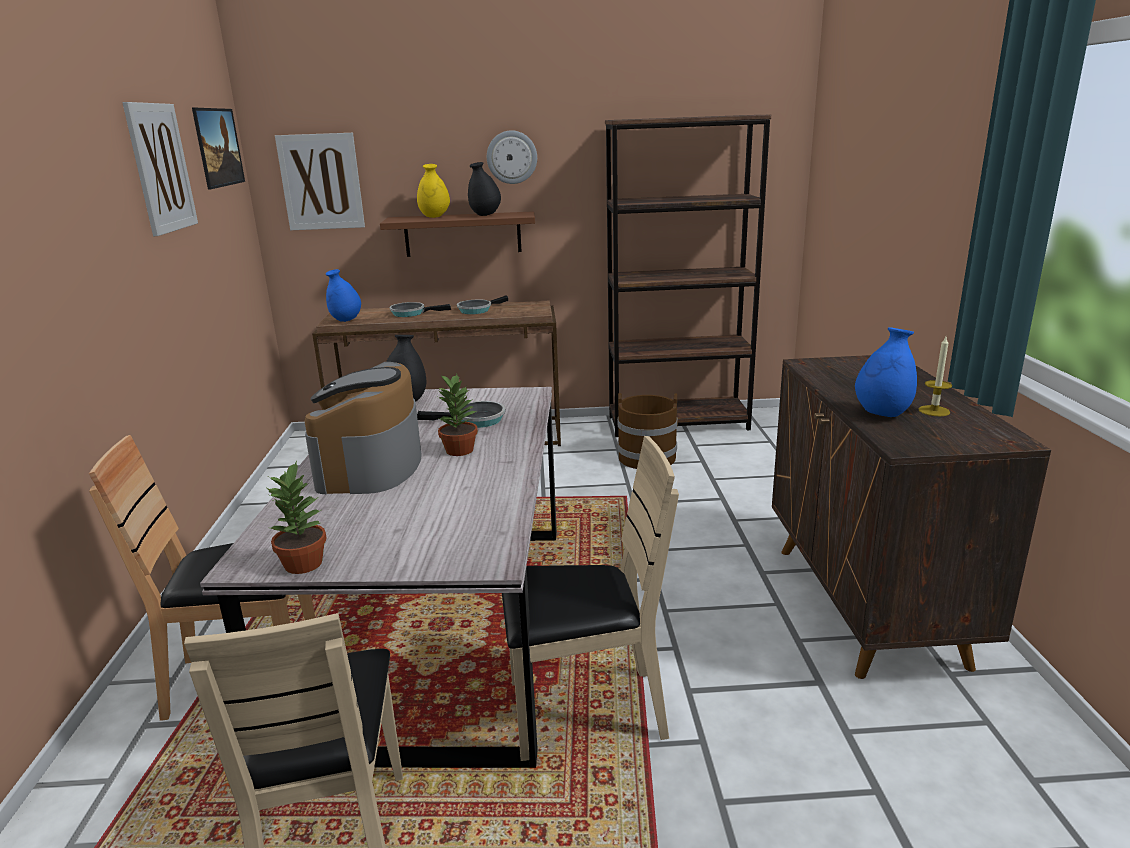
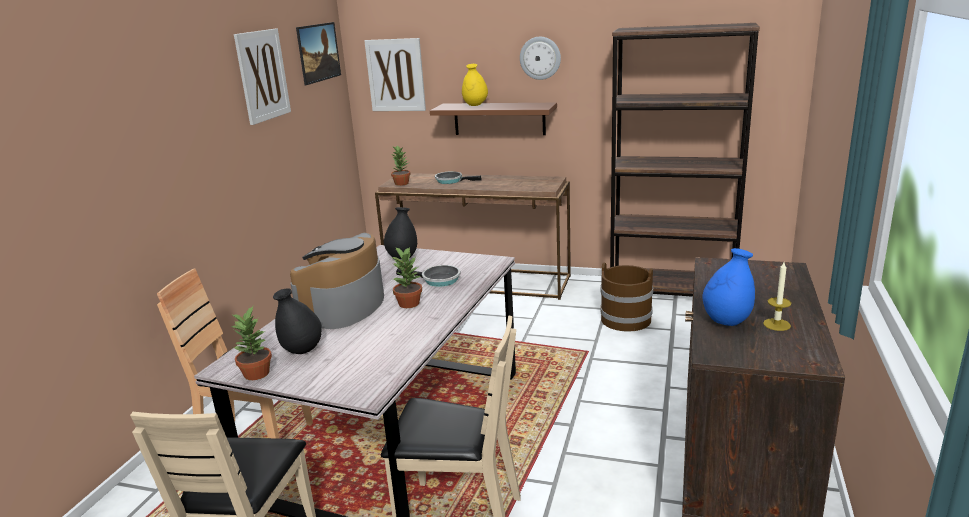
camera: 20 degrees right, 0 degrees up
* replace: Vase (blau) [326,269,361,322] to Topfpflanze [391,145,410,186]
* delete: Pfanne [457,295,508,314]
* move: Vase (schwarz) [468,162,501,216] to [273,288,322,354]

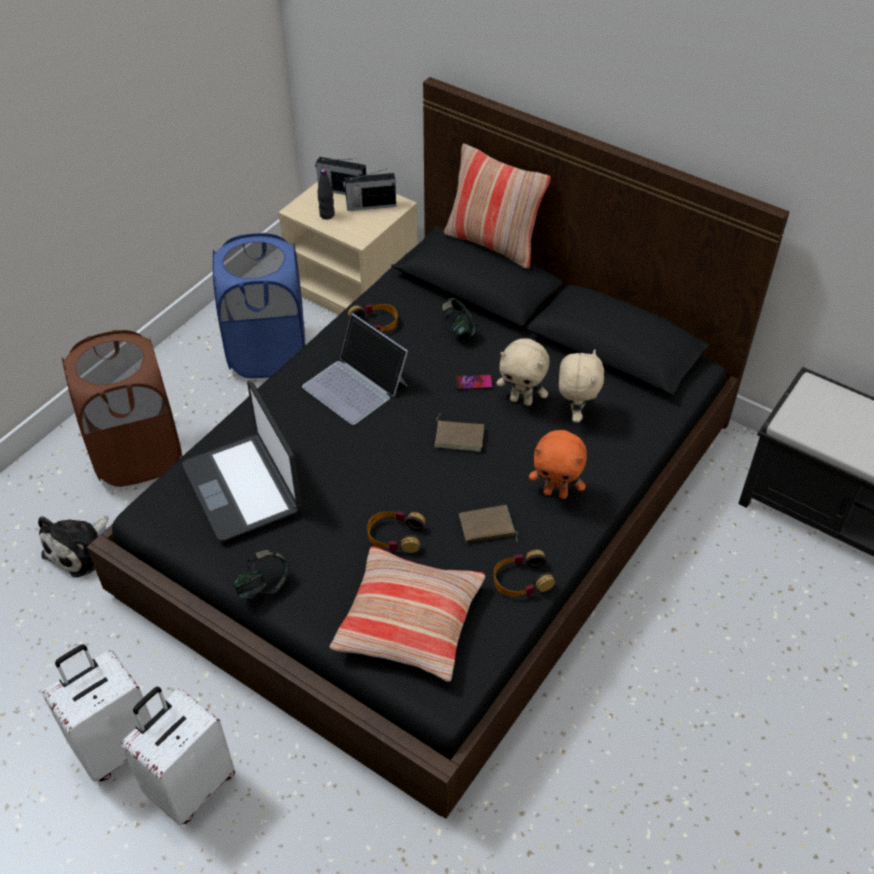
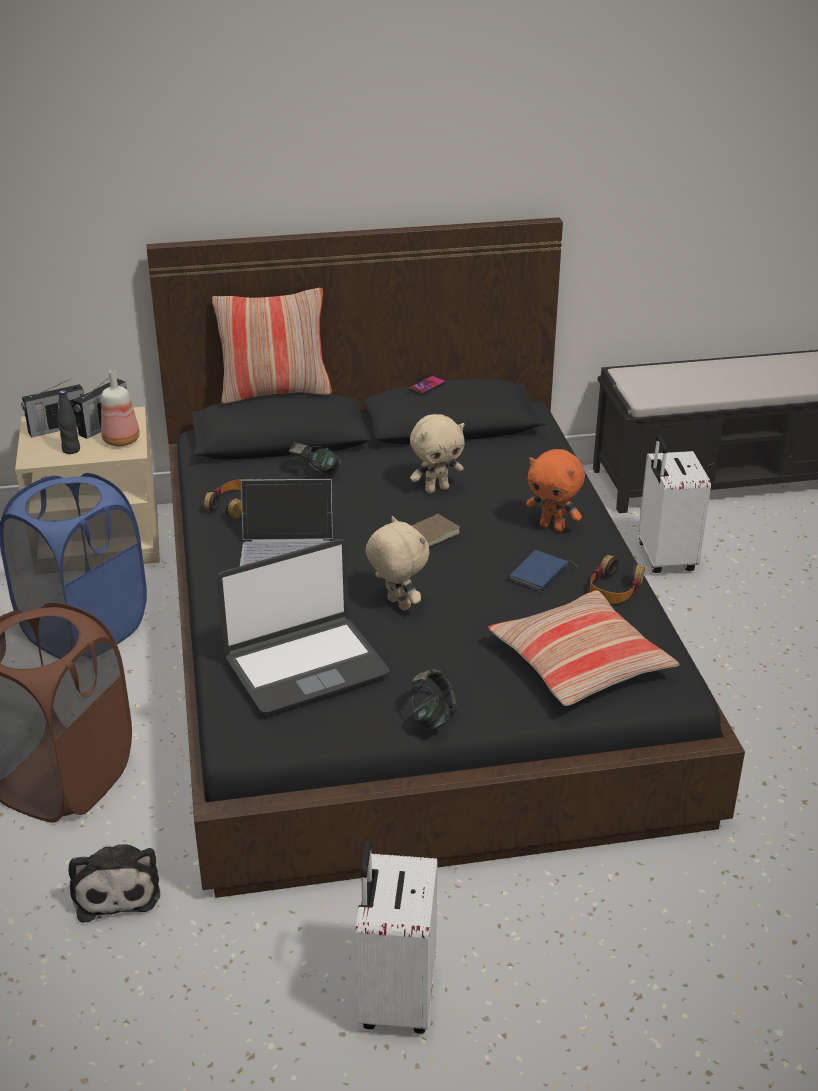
camera: 45 degrees left, 15 degrees down
* move: Koffer (weiß) [121,687,235,825] to [638,435,711,573]
* rotate: Laptop [183,381,302,542] = [217,539,389,715] 45 degrees counterclockwise
* delete: Kopfhörer [367,511,426,553]
* move: Handy [455,374,493,390] to [409,376,446,395]
* recolor: Buch (braun) [459,505,518,543] to Buch (blau) [510,550,578,591]
* rotate: Plüschtier (orange) [529,430,587,499] = [526,449,585,532] 60 degrees clockwise
* move: Plüschtier (beige) [559,349,604,422] to [365,516,430,611]
* insert: Flasche [101,370,140,446]

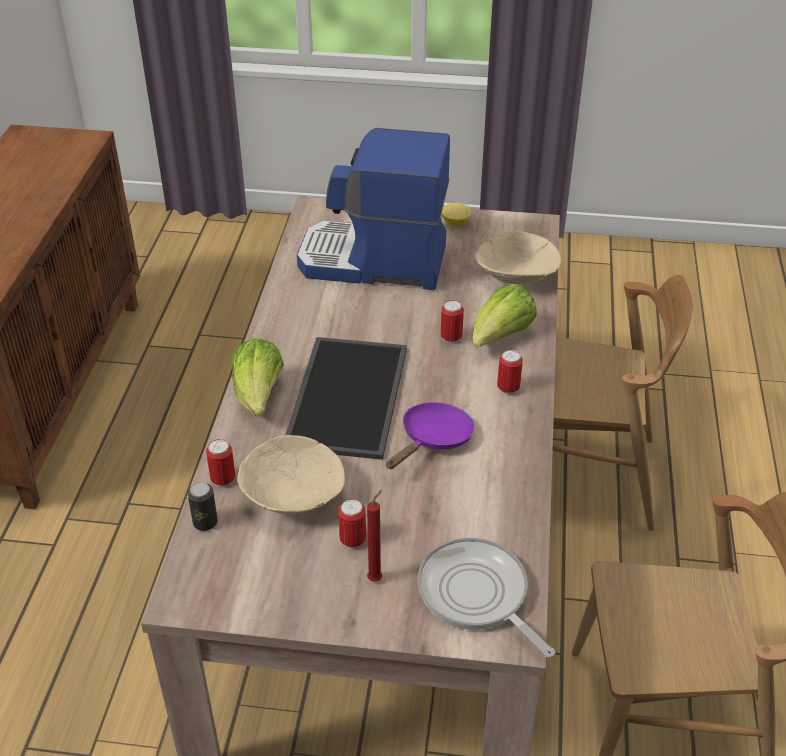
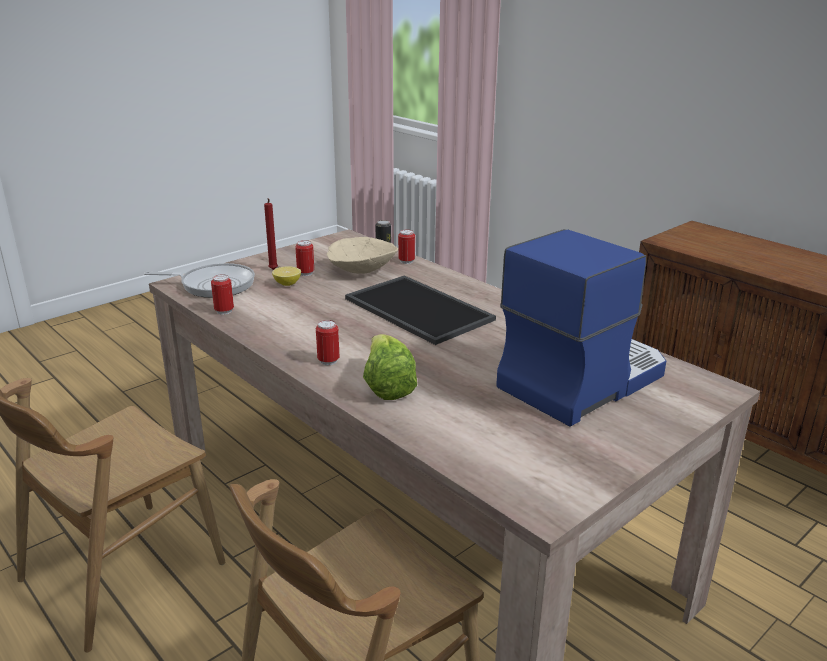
camera: 130 degrees right, 15 degrees down
* delete: Salatkopf [232,338,284,416]
* delete: Pfanne (lila) [386,402,474,469]
* move: Dose [441,300,464,343] to [211,274,234,315]
* move: Zitrone [442,203,472,226] to [272,267,301,286]
* delete: Schüssel (beige) [475,231,561,284]

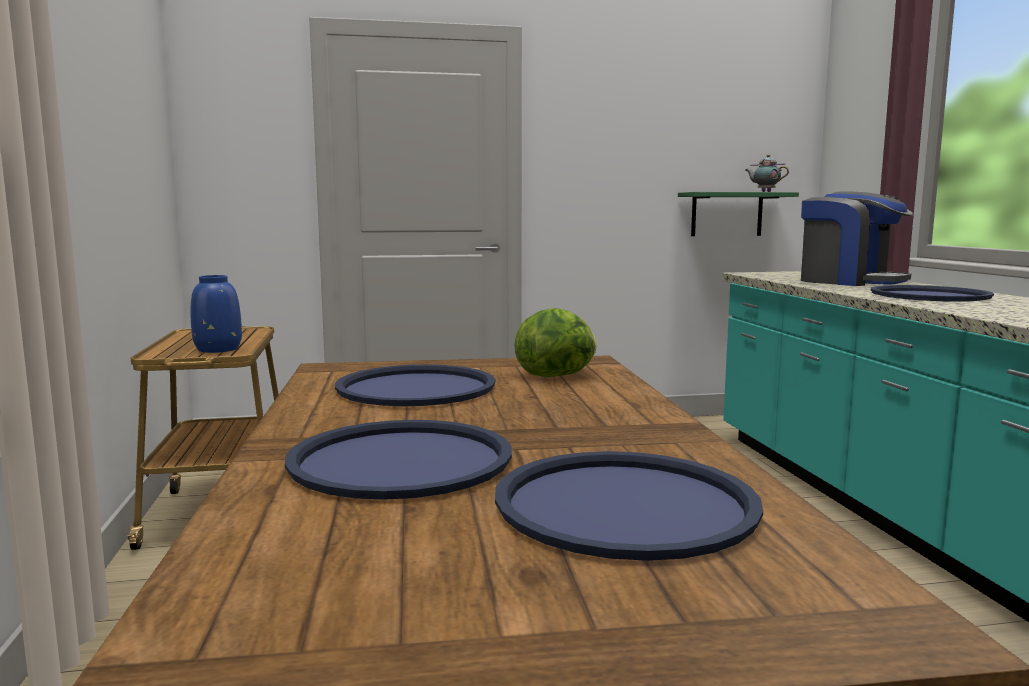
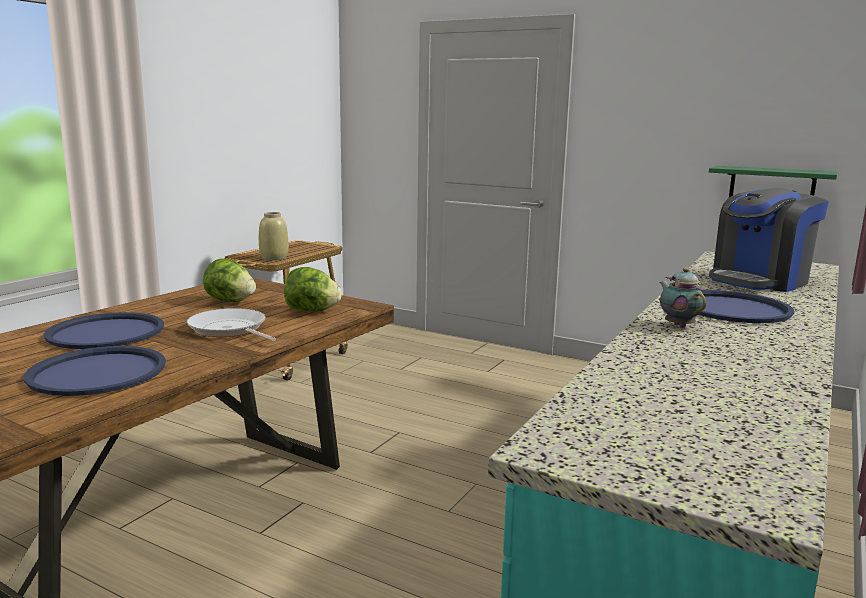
camera: 40 degrees right, 5 degrees up
* recolor: Vase (blau) [191,275,242,353] to Vase (beige) [259,212,289,260]
* replace: Tablett (blau) [335,364,495,406] to Salatkopf [203,258,256,302]
* move: Teekanne [745,154,789,192] to [659,267,706,328]
* rotate: Kaffeemaschine [801,192,913,286] = [709,188,829,292] 60 degrees clockwise
* insert: Pfanne [187,308,276,341]

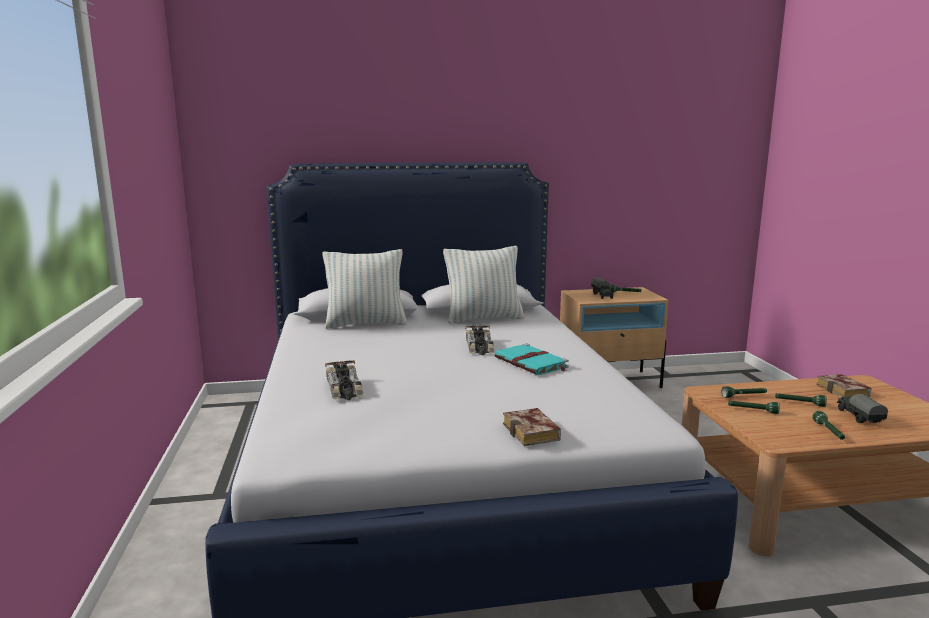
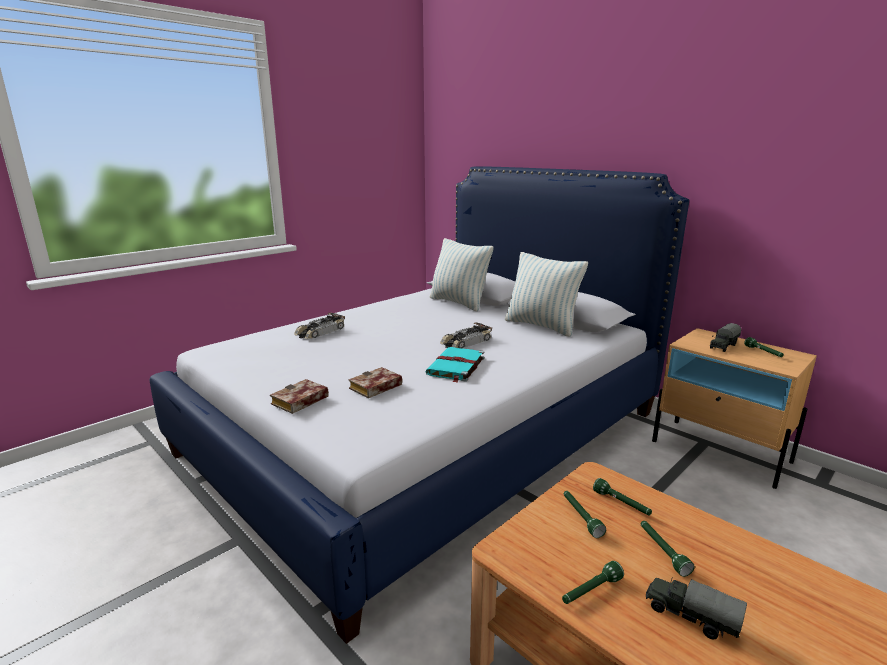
camera: 55 degrees right, 5 degrees up
* move: Buch [816,374,871,398] to [348,367,402,398]
* rotate: Spielzeuglaster [837,394,888,423] = [646,576,747,639] 105 degrees counterclockwise

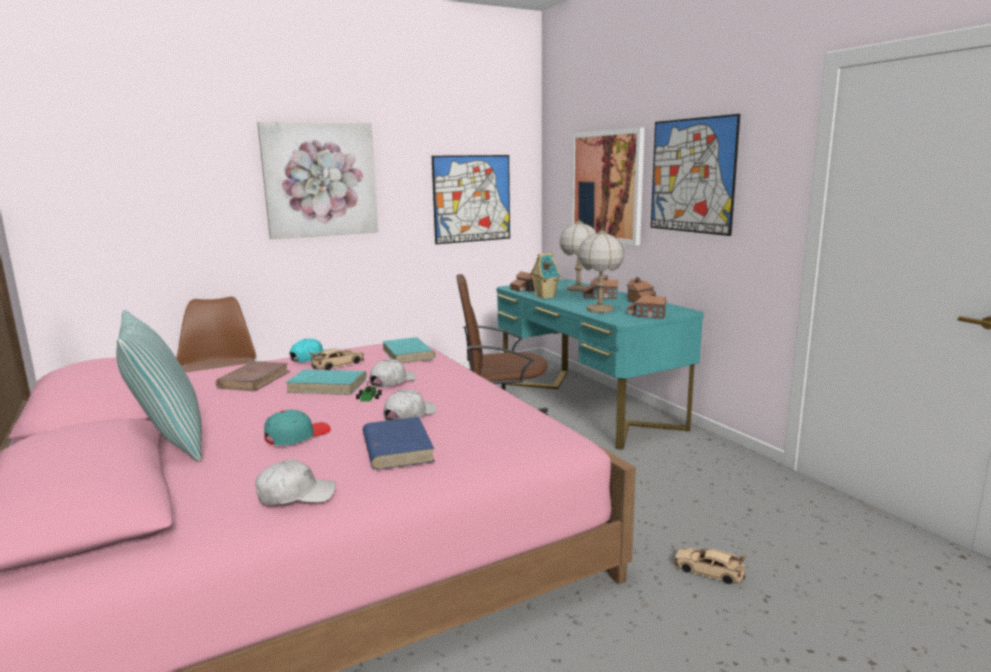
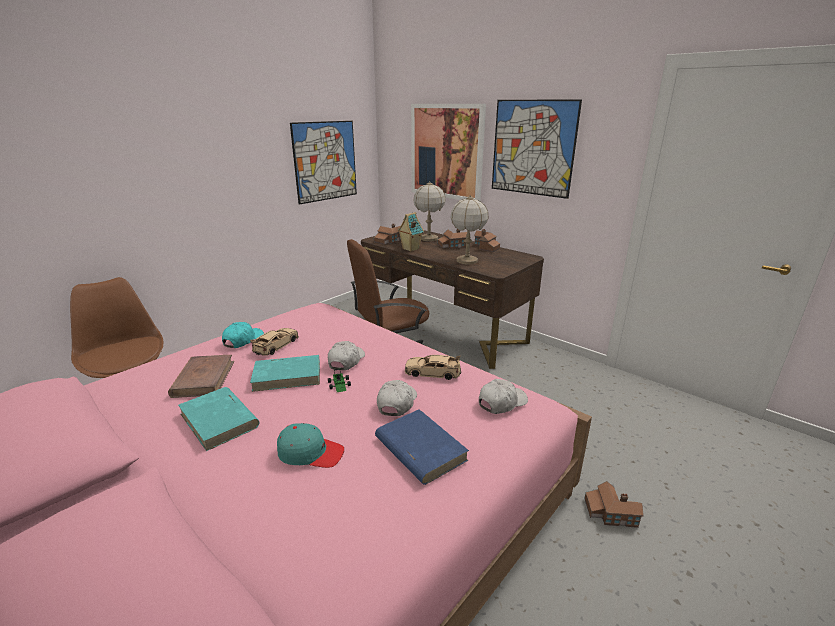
camera: 20 degrees left, 10 degrees up
* delete: Kissen [116,310,202,462]
* move: Kappe (weiß) [255,459,336,505] to [479,379,528,414]
* delete: Bild [257,122,378,239]
* rotate: Kappe (türkis) [264,409,331,446] = [277,423,344,468] 75 degrees clockwise
* move: Buch (türkis) [382,337,436,363] to [178,387,259,451]
* recolor: Schreibtisch (türkis) [496,279,704,450] to Schreibtisch (braun) [361,230,544,369]
* move: Spielzeughaus [627,291,667,319] to [584,481,644,528]
* move: Spielzeugauto (beige) [674,547,746,584] to [405,355,461,380]

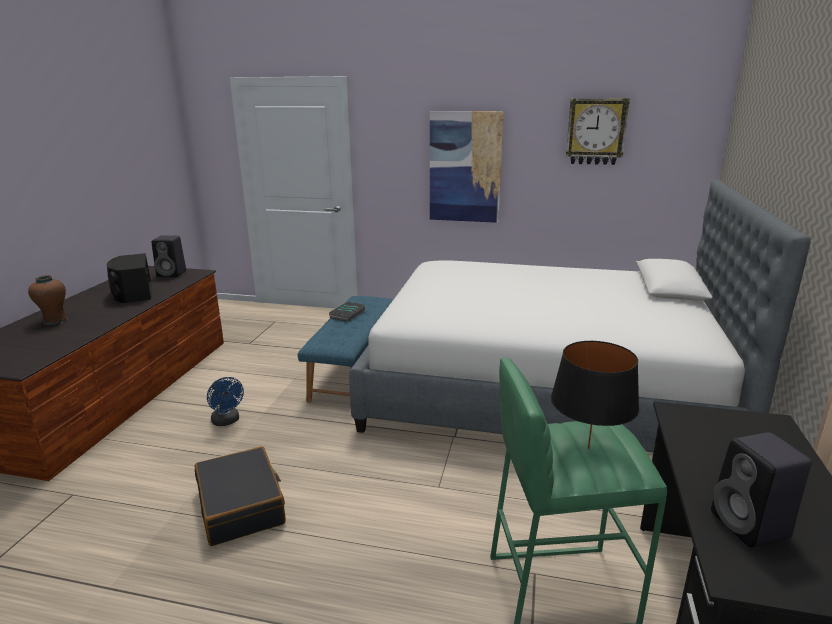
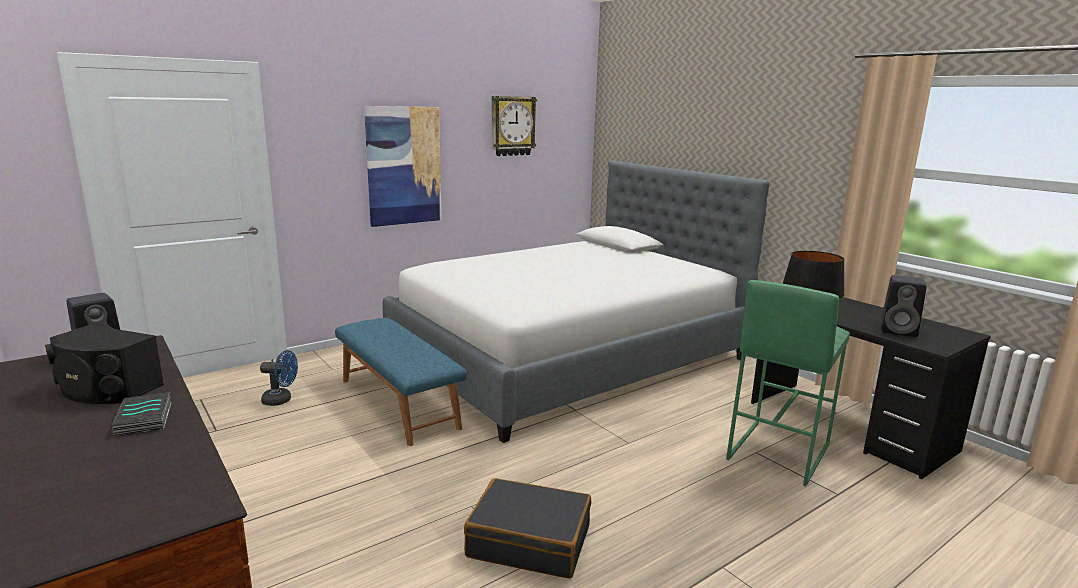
camera: 50 degrees left, 5 degrees down
* delete: Vase (braun) [28,275,68,325]
* move: Ventilator (blau) [207,377,244,426] to [260,350,298,406]
* move: Buch [329,302,365,322] to [111,392,172,437]

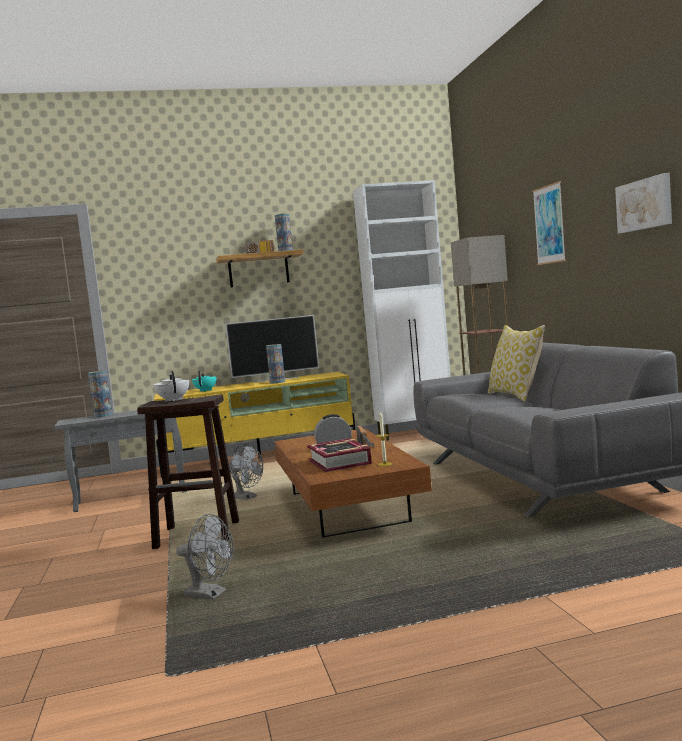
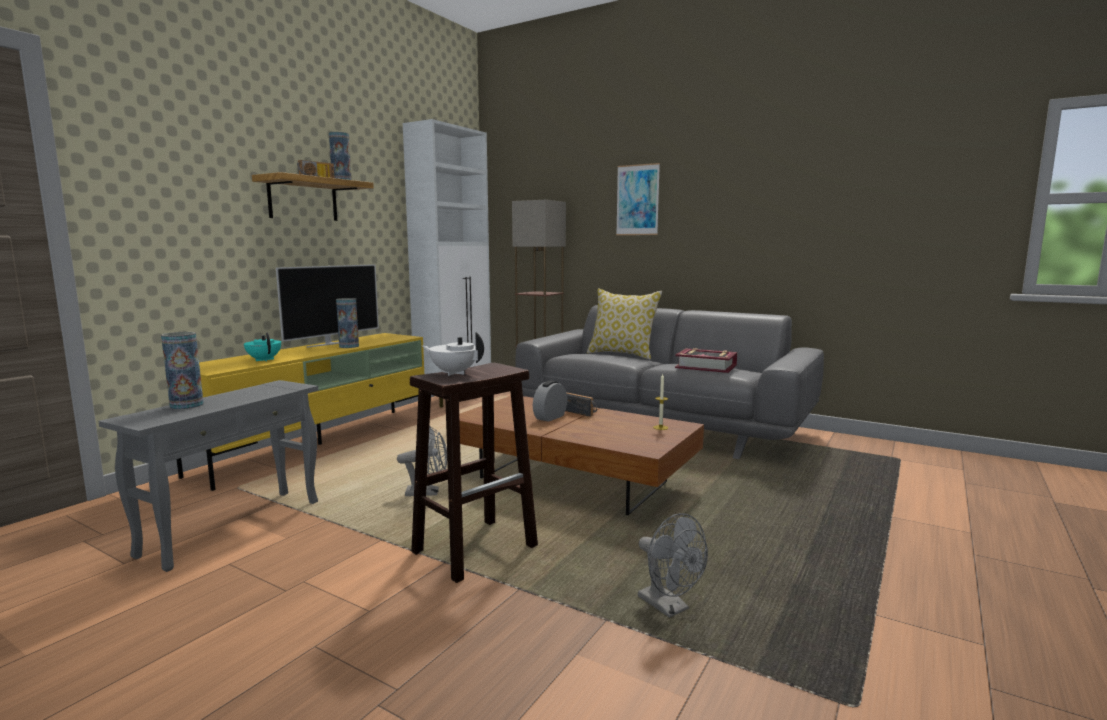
camera: 45 degrees left, 5 degrees up
* rotate: Ventilator (grau) [176,514,234,599] = [638,513,708,618] 75 degrees clockwise
* move: Buch [307,438,372,472] to [675,348,737,373]
* delete: Bild [615,173,672,234]

